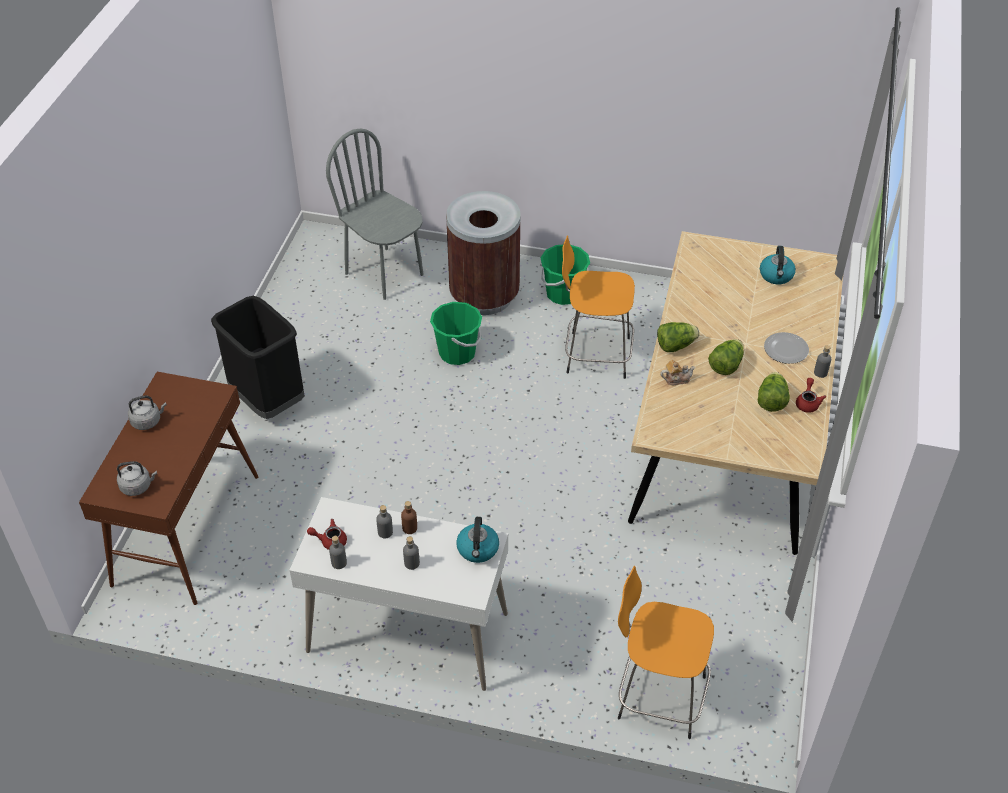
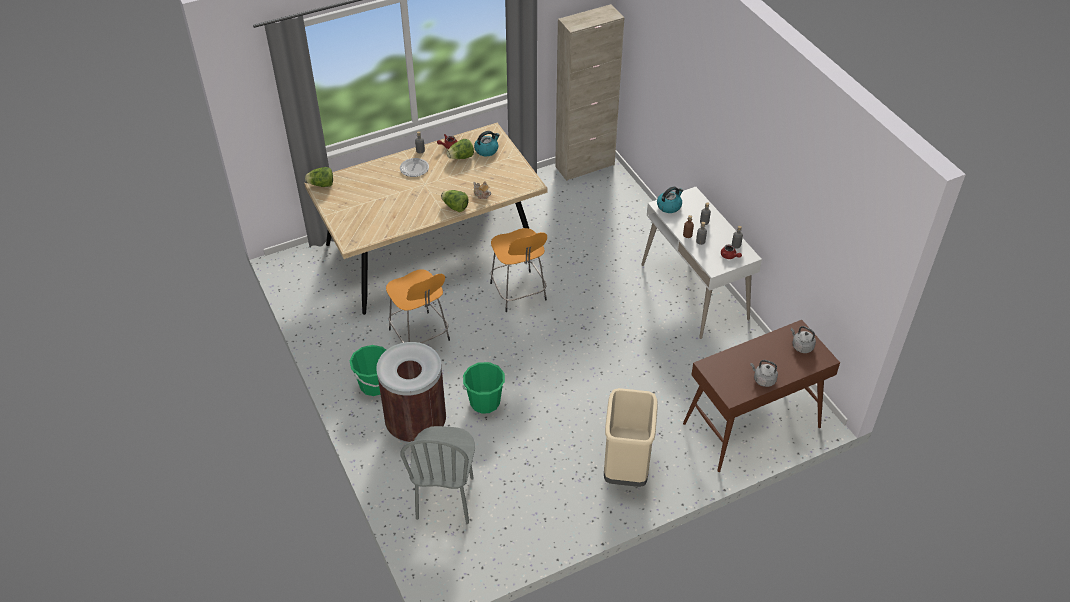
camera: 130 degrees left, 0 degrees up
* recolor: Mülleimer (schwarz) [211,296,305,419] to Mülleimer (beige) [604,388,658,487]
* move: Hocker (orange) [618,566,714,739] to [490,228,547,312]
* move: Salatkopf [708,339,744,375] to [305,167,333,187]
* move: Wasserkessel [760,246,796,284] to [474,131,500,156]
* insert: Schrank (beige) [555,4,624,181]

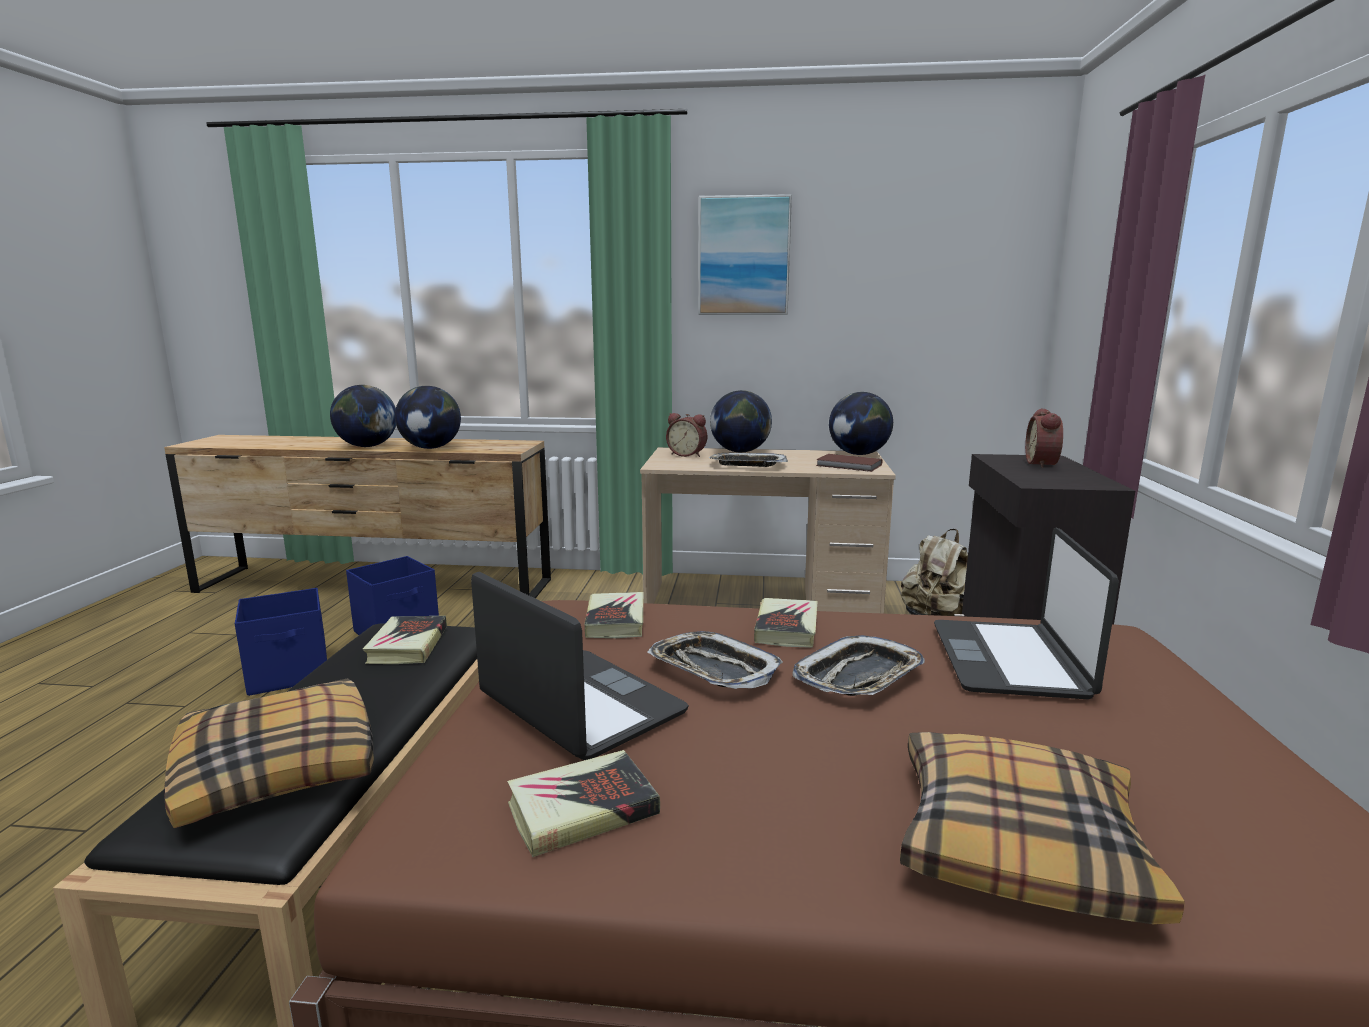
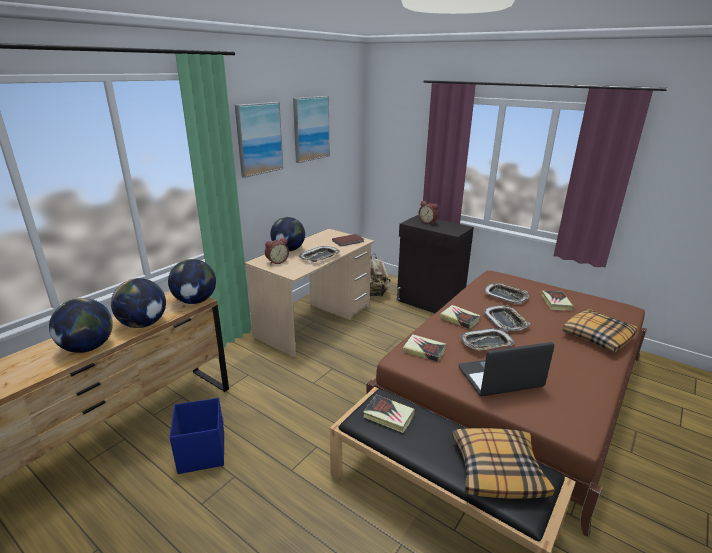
camera: 60 degrees left, 10 degrees up
* delete: Aufbewahrungsbox (blau) [235,588,327,696]
* move: Buch [507,750,660,857] to [542,291,574,310]
* move: Globus [829,392,893,455] to [168,259,216,304]
* replace: Laptop [934,528,1119,700] to Tablett [485,283,529,304]
* insert: Bild [293,96,330,163]

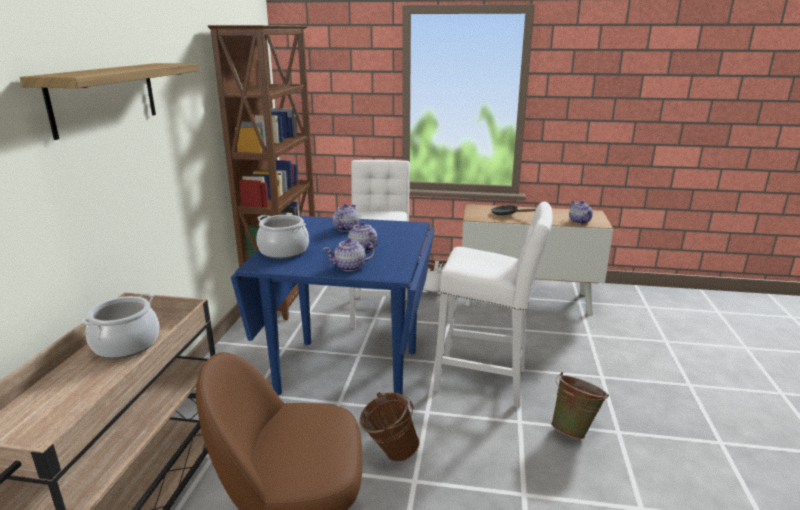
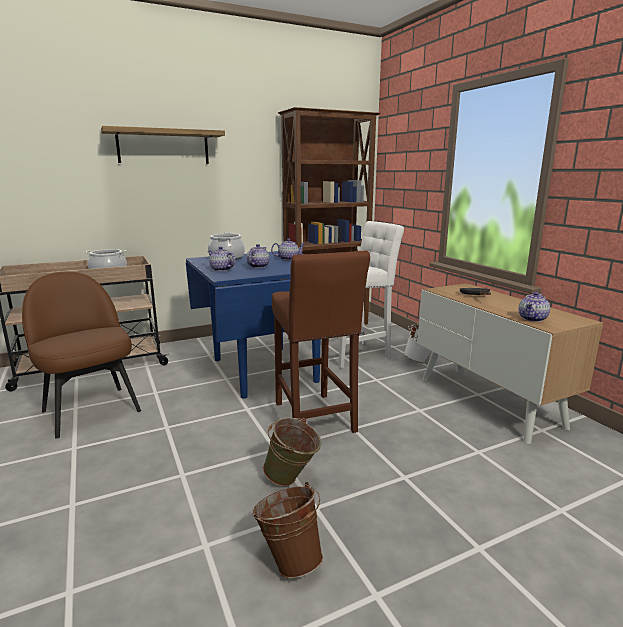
camera: 55 degrees right, 5 degrees down
* move: Eimer (braun) [360,392,420,462] to [252,482,323,578]
* recolor: Hocker (weiß) [433,201,553,408] to Hocker (braun) [272,250,370,433]

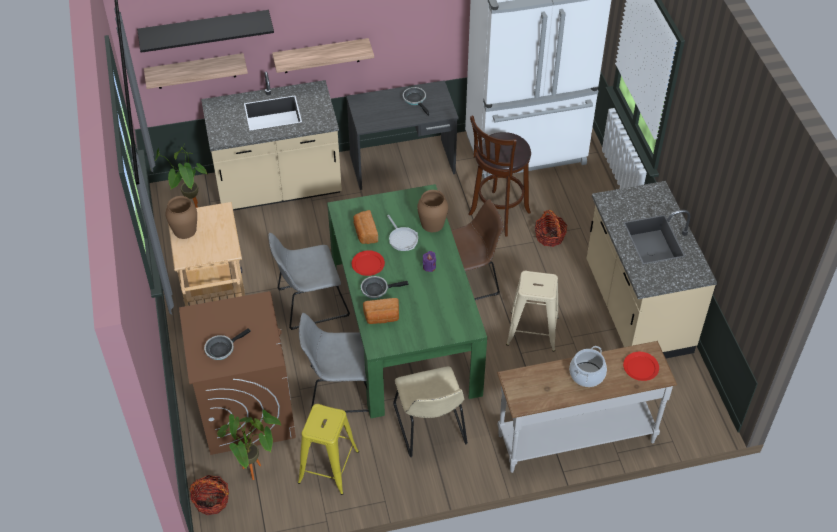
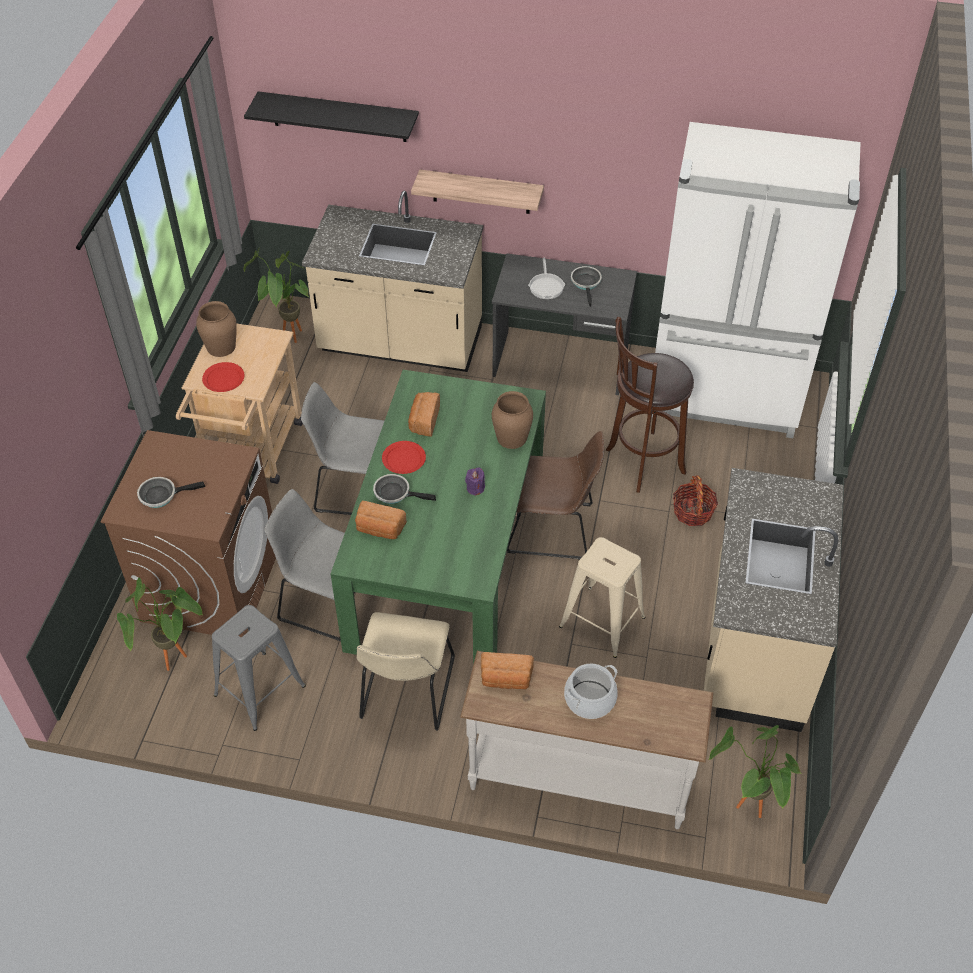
camera: 25 degrees right, 0 degrees up
* delete: Wandregal [144,53,248,89]
* delete: Korb [190,475,229,515]
* recolor: Hocker (gelb) [298,404,359,495] to Hocker (grau) [212,605,306,731]
* move: Pfanne [387,215,418,251] to [528,258,565,299]
* move: Teller (rot) [623,352,659,381] to [202,362,245,392]
* insert: Brot [481,652,534,689]
* insert: Topfpflanze [709,725,801,818]

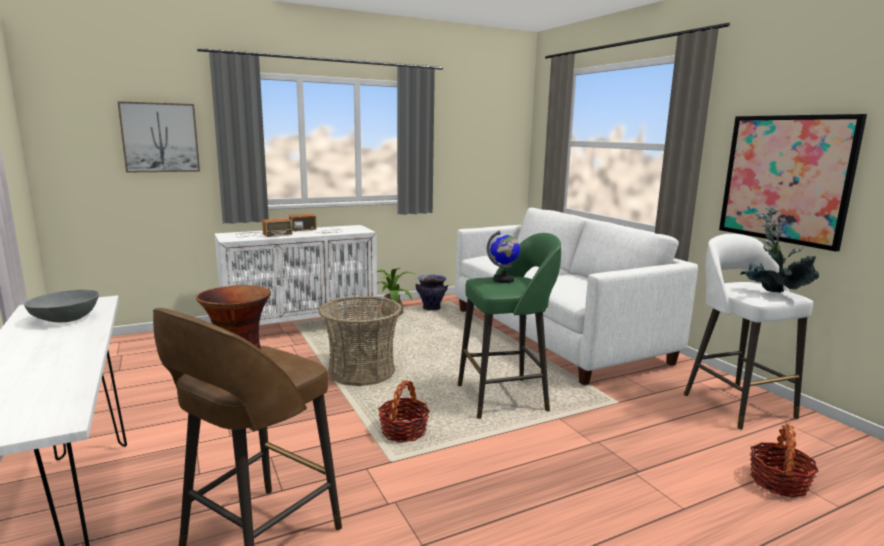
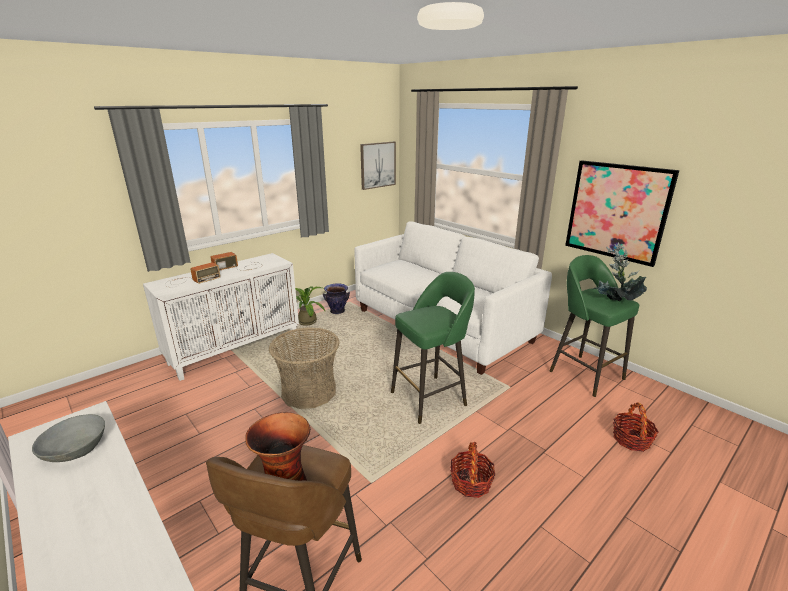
camera: 15 degrees left, 10 degrees up
* move: Bild [117,101,200,173] to [360,142,396,190]
* move: Korb [378,380,430,443] to [450,442,495,498]
* delete: Globus [487,230,520,283]
* recolor: Hocker (weiß) [684,234,813,430] to Hocker (grün) [549,255,639,397]

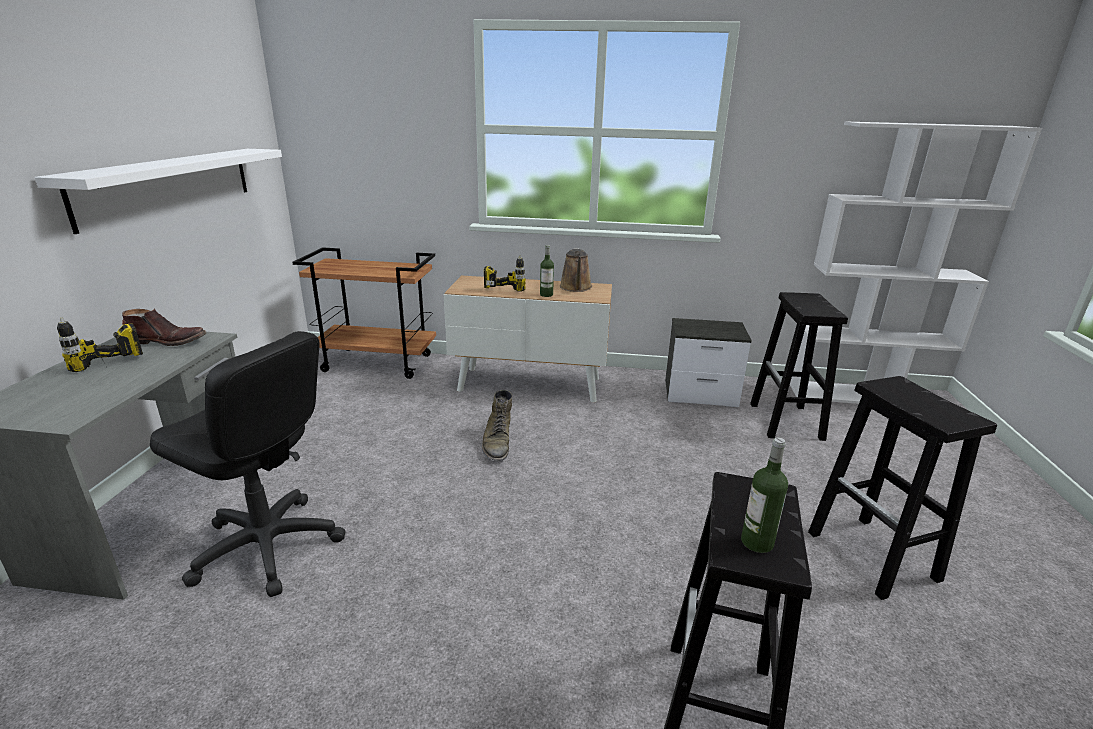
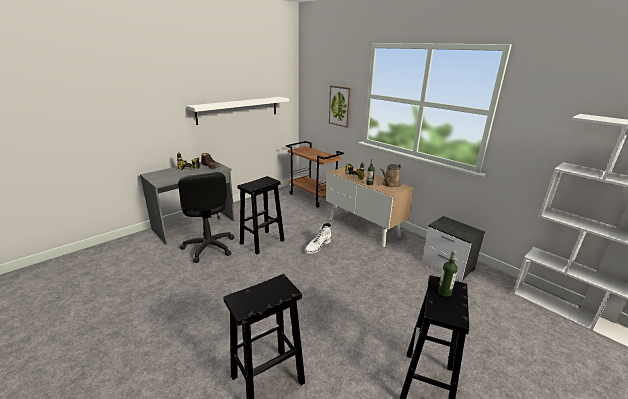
camera: 40 degrees right, 0 degrees up
* recolor: Stiefel (grün) [482,390,512,461] to Stiefel (weiß) [305,223,331,254]
* move: Flasche [741,437,788,553] to [438,250,458,297]
* move: Hocker (schwarz) [750,292,848,441] to [237,176,285,254]
* insert: Bild [329,85,351,128]

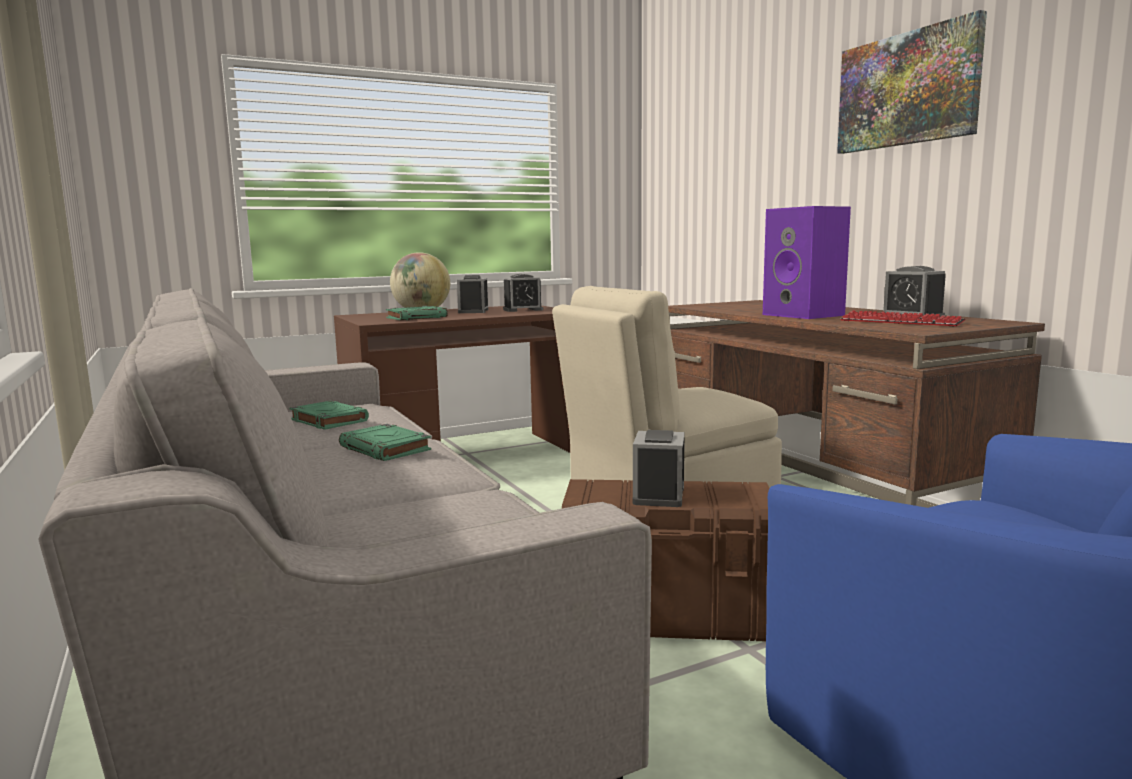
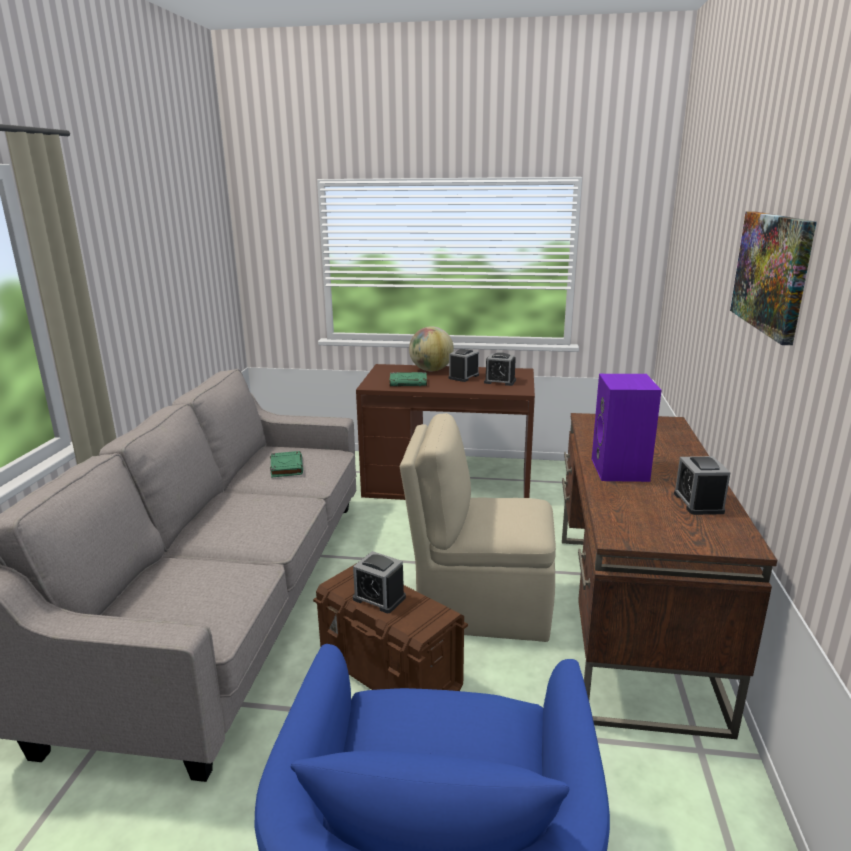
camera: 35 degrees right, 10 degrees up
* delete: Buch (grün) [339,424,431,461]
* rotate: Wecker [633,430,685,507] = [353,551,406,613] 105 degrees counterclockwise
* delete: Tastatur [840,311,965,326]

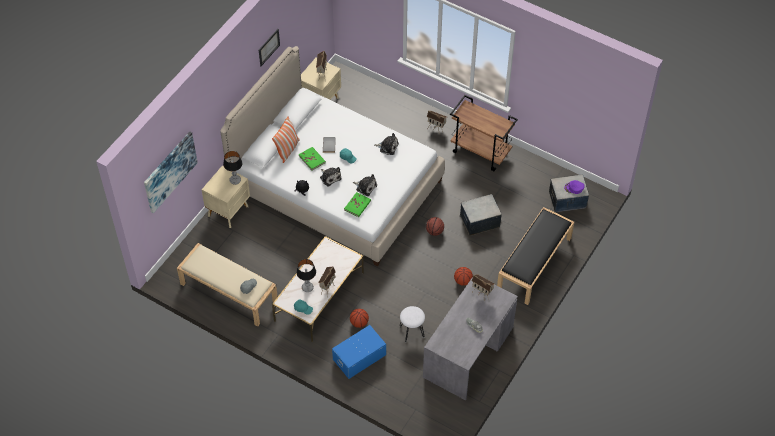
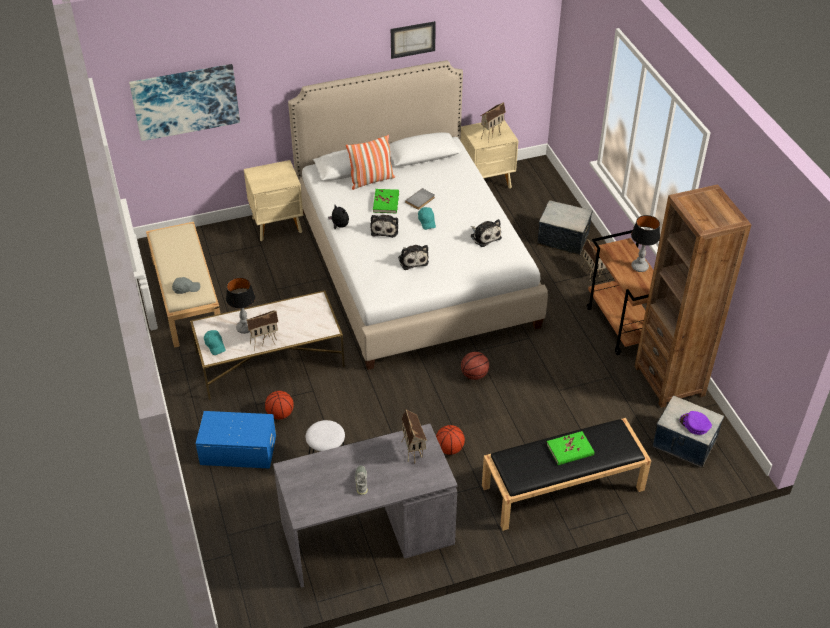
camera: 40 degrees right, 10 degrees down
* move: Tischlampe [223,151,242,185] to [631,215,660,272]
* move: Buch (grün) [344,192,371,217] to [546,431,595,465]
* move: Aufbewahrungsbox [460,194,502,236] to [537,200,593,255]
* insert: Bücherregal (braun) [634,184,751,408]

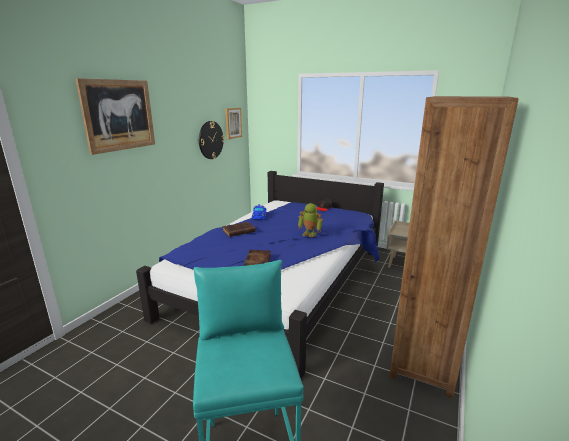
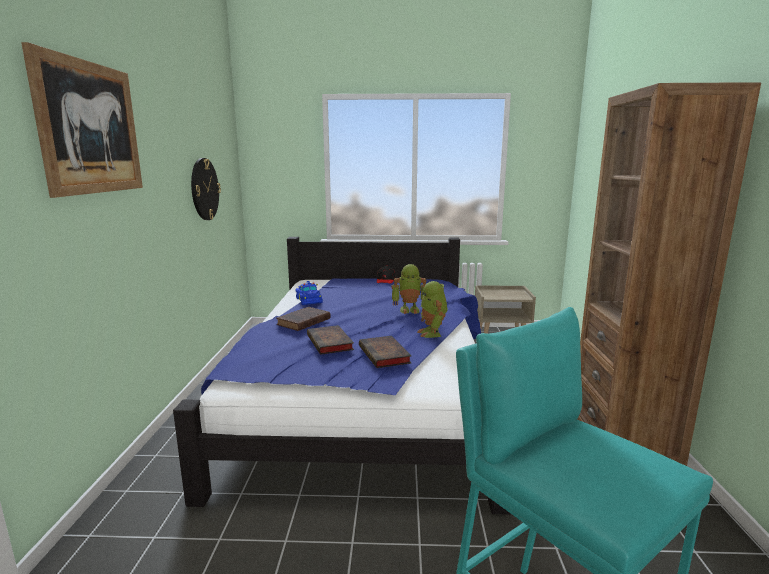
camera: 25 degrees left, 5 degrees down
* delete: Bild [225,108,242,139]
* insert: Buch [307,325,354,355]
* insert: Spielzeugroboter [417,281,448,338]

